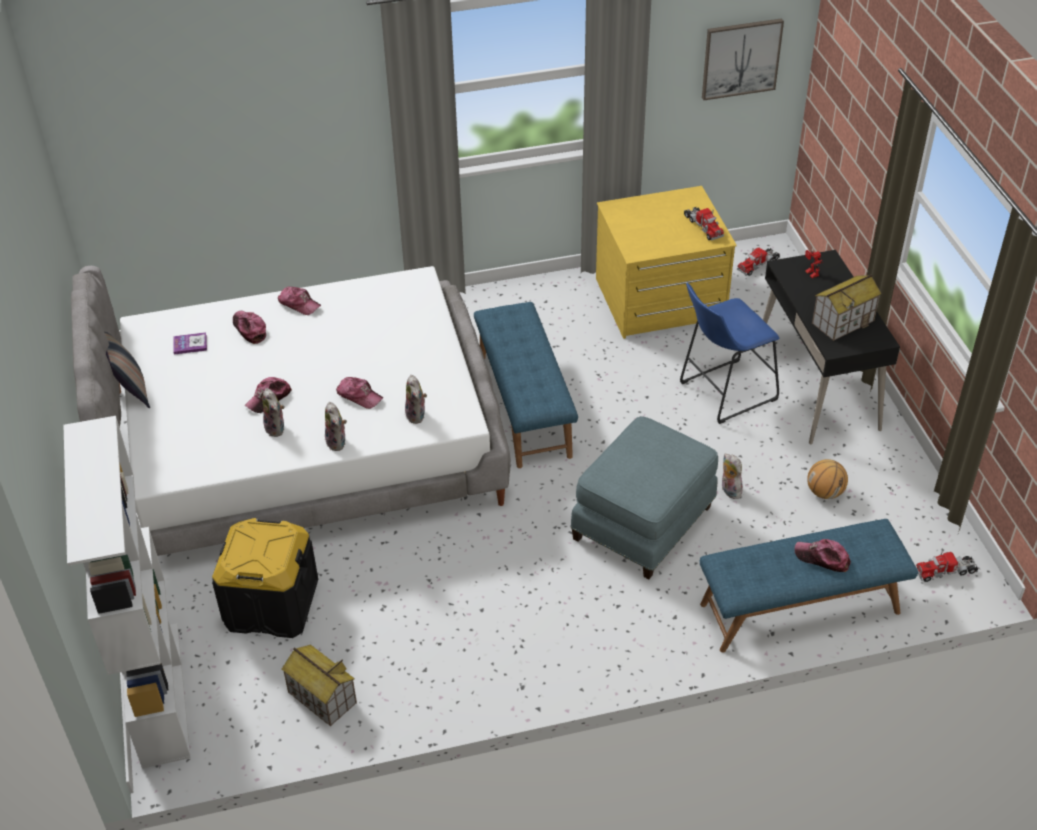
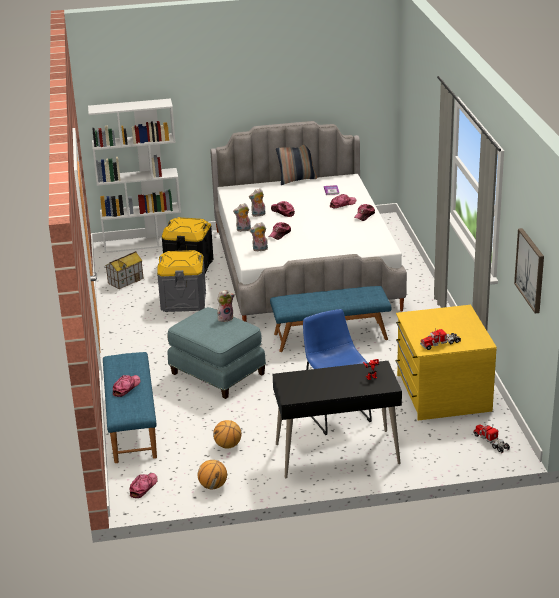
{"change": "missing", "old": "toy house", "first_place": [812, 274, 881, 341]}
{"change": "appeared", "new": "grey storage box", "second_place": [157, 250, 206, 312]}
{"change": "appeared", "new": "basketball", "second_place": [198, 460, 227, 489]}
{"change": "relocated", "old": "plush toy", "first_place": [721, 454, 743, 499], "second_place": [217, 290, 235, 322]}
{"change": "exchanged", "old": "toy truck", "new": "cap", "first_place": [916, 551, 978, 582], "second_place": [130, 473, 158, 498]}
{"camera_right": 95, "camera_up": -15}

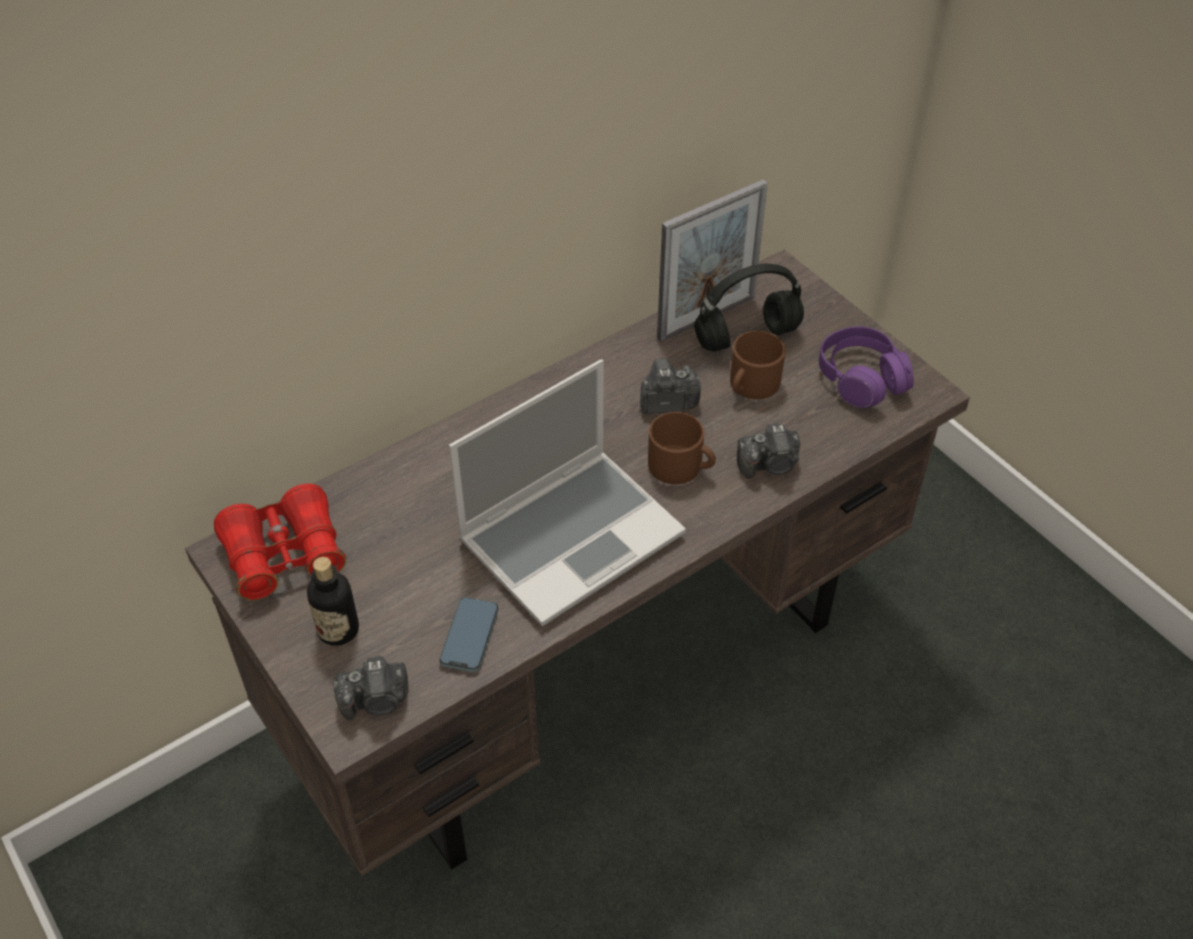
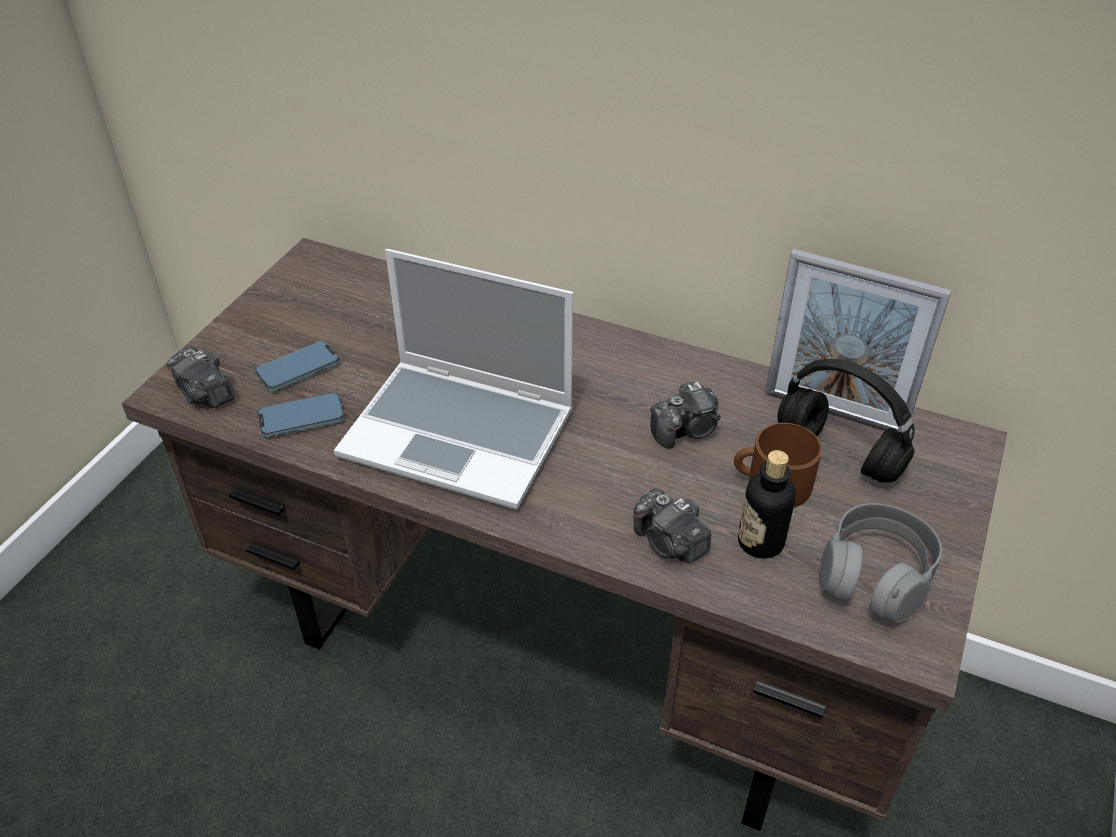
{"change": "missing", "old": "red binoculars", "first_place": [214, 484, 346, 601]}
{"change": "missing", "old": "brown mug", "first_place": [648, 412, 716, 485]}
{"change": "appeared", "new": "phone", "second_place": [255, 341, 340, 392]}
{"change": "relocated", "old": "bottle", "first_place": [307, 557, 359, 646], "second_place": [738, 450, 796, 559]}
{"change": "colour", "old": "purple headphones", "new": "grey headphones", "first_place": [819, 326, 914, 408], "second_place": [819, 503, 942, 623]}
{"change": "spun", "old": "photo camera", "first_place": [640, 358, 701, 414], "second_place": [651, 382, 720, 449], "degrees": 105}
{"camera_right": 60, "camera_up": -5}

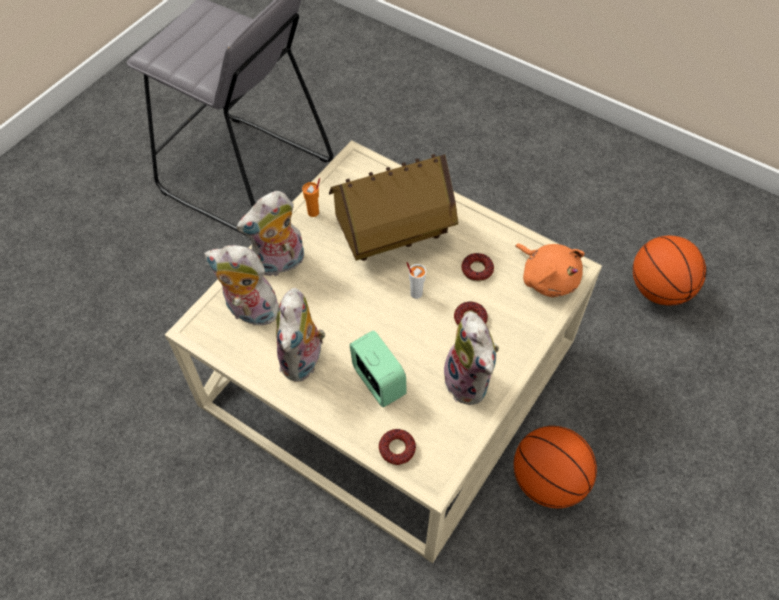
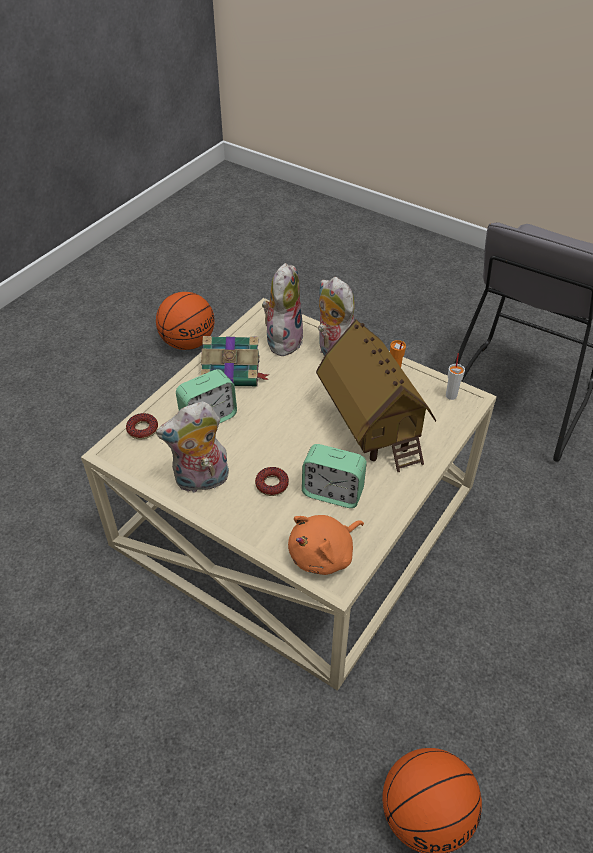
{"change": "relocated", "old": "white cup", "first_place": [406, 262, 426, 299], "second_place": [446, 353, 465, 400]}
{"change": "relocated", "old": "basketball", "first_place": [514, 426, 597, 508], "second_place": [156, 292, 215, 350]}
{"change": "exchanged", "old": "plush toy", "new": "book", "first_place": [276, 288, 325, 382], "second_place": [201, 336, 269, 386]}
{"change": "exchanged", "old": "donut", "new": "alarm clock", "first_place": [462, 253, 494, 282], "second_place": [302, 444, 367, 508]}
{"camera_right": 90, "camera_up": -10}

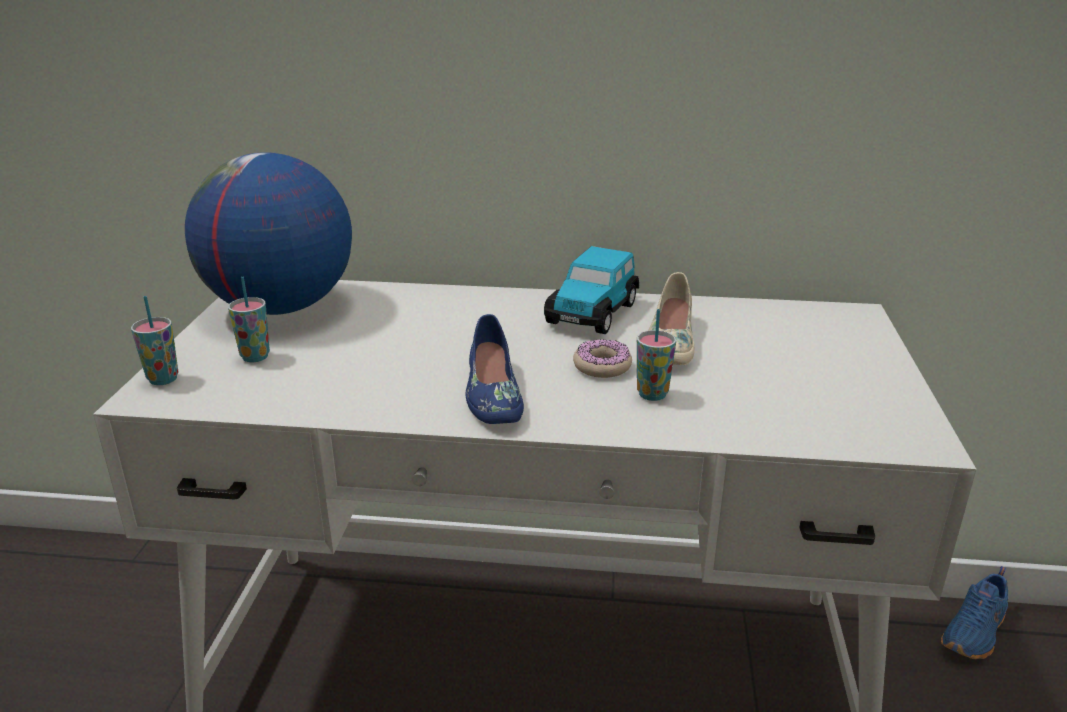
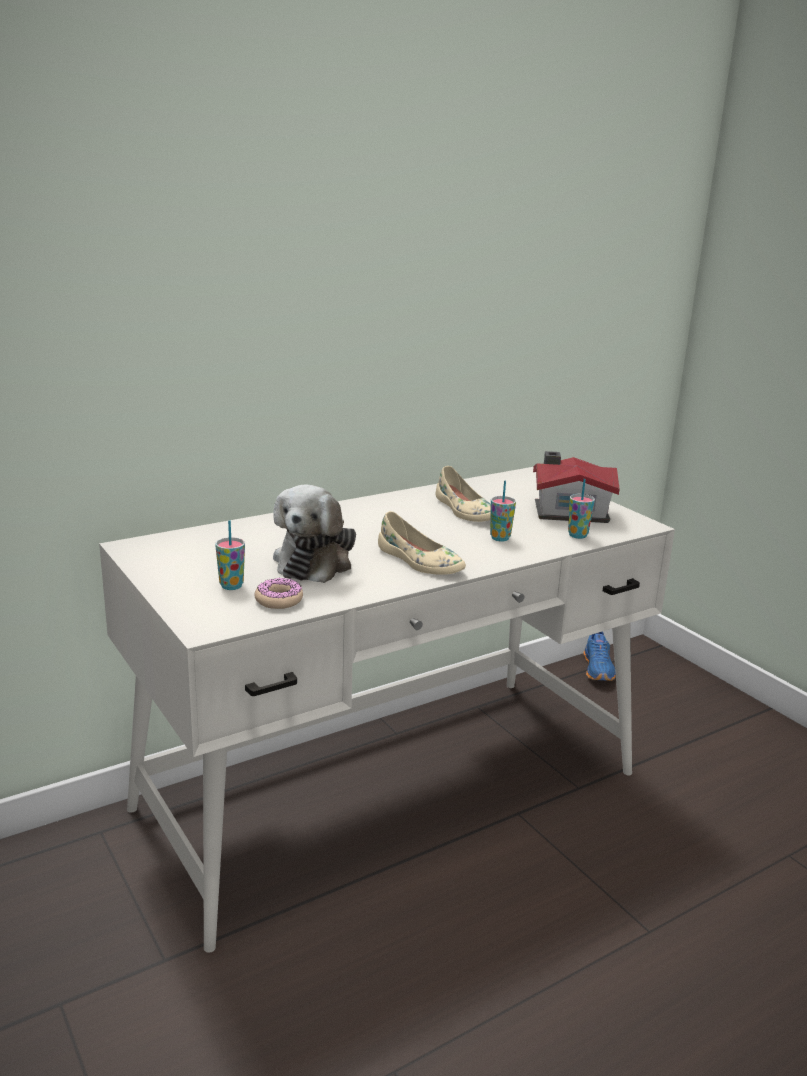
{"change": "missing", "old": "globe", "first_place": [185, 152, 352, 315]}
{"change": "missing", "old": "toy car", "first_place": [544, 246, 639, 334]}
{"change": "appeared", "new": "plush toy", "second_place": [273, 484, 356, 583]}
{"change": "appeared", "new": "toy house", "second_place": [533, 451, 620, 523]}
{"change": "relocated", "old": "cup", "first_place": [131, 296, 178, 385], "second_place": [568, 479, 595, 539]}
{"change": "relocated", "old": "donut", "first_place": [573, 339, 632, 378], "second_place": [254, 577, 303, 609]}
{"change": "colour", "old": "blue shoe", "new": "beige shoe", "first_place": [466, 314, 524, 424], "second_place": [378, 511, 466, 575]}
{"camera_right": -40, "camera_up": -5}

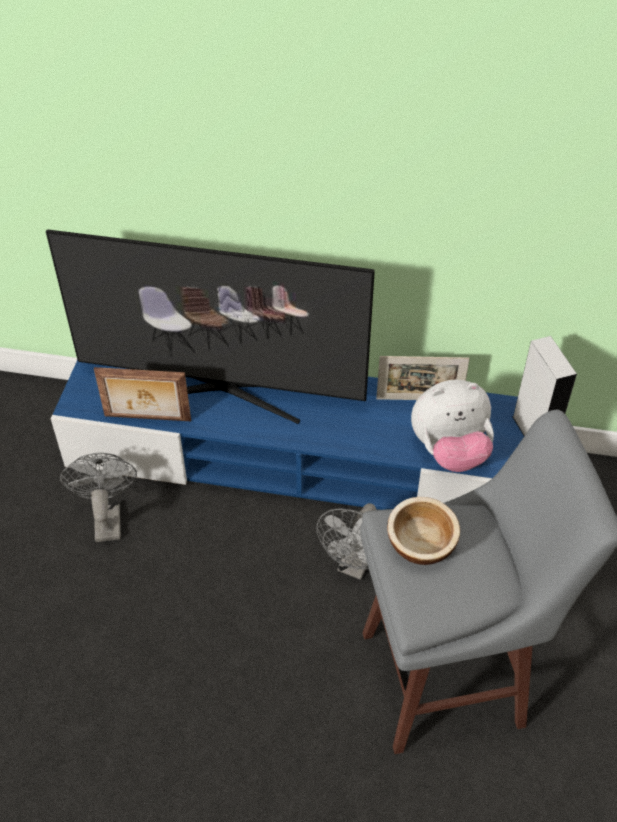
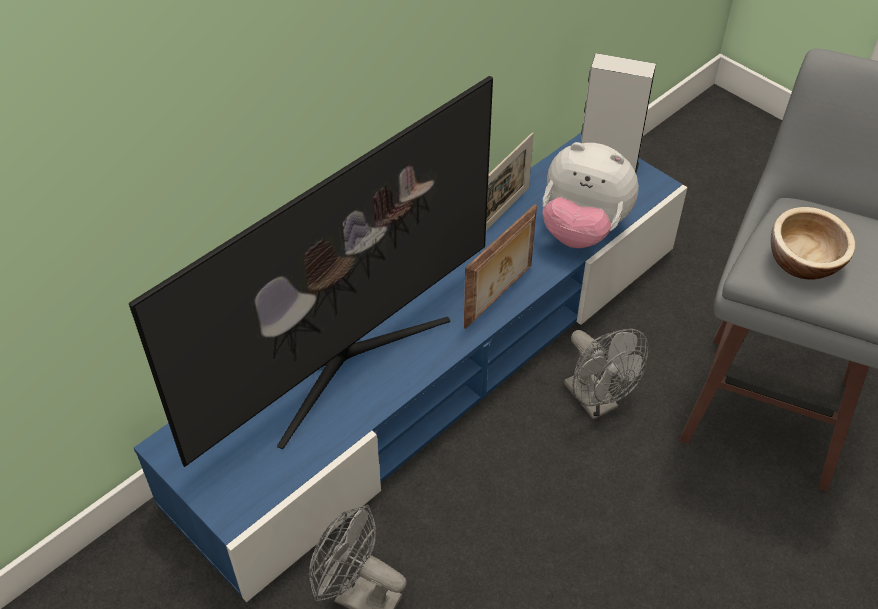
{"change": "relocated", "old": "picture frame", "first_place": [94, 367, 191, 421], "second_place": [464, 204, 537, 329]}
{"change": "spun", "old": "plush toy", "first_place": [411, 380, 494, 472], "second_place": [542, 142, 639, 248], "degrees": 90}
{"camera_right": -55, "camera_up": 0}

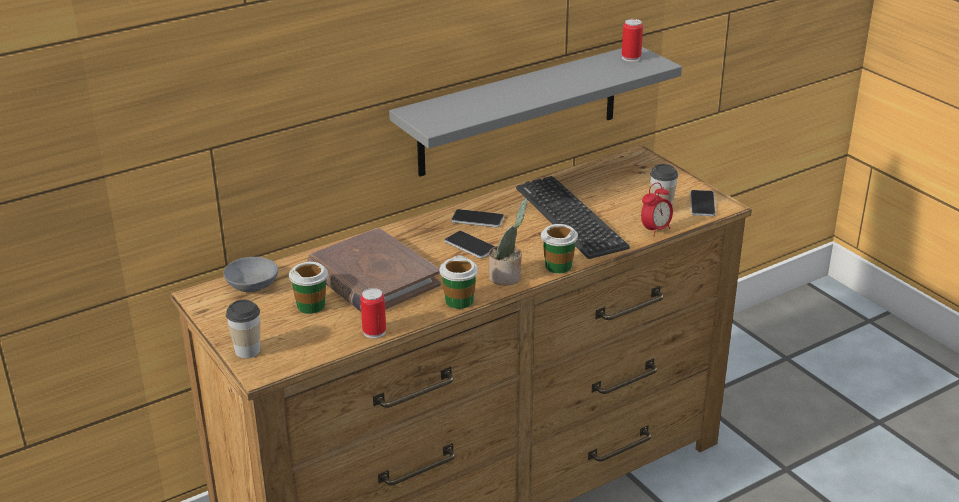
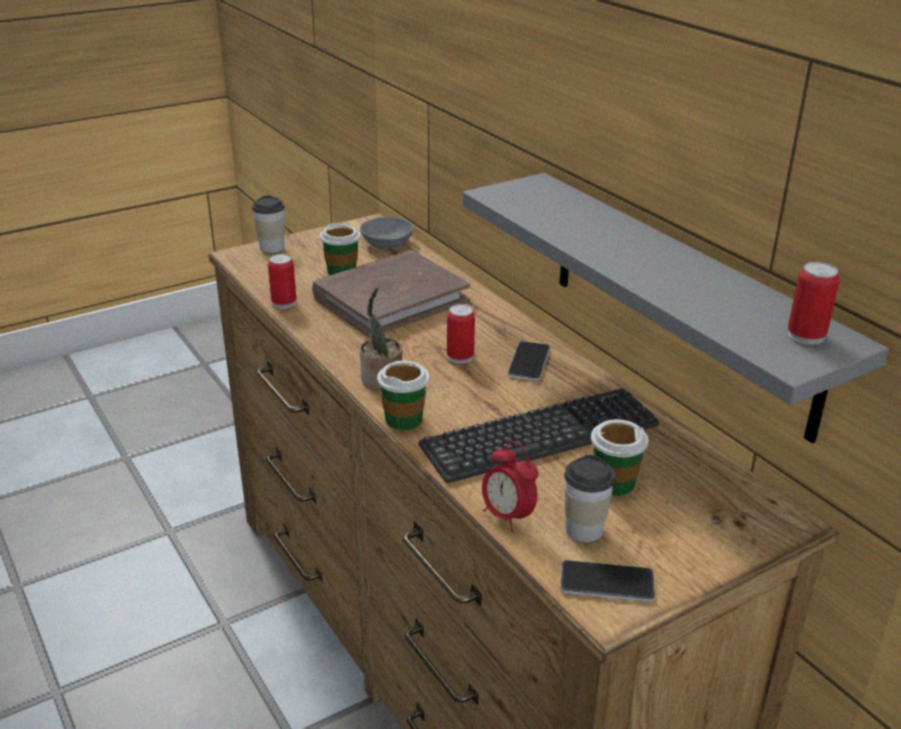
{"change": "relocated", "old": "cup", "first_place": [439, 255, 478, 309], "second_place": [591, 419, 649, 496]}
{"change": "exchanged", "old": "phone", "new": "can", "first_place": [444, 231, 495, 259], "second_place": [447, 304, 475, 364]}
{"camera_right": 90, "camera_up": 0}

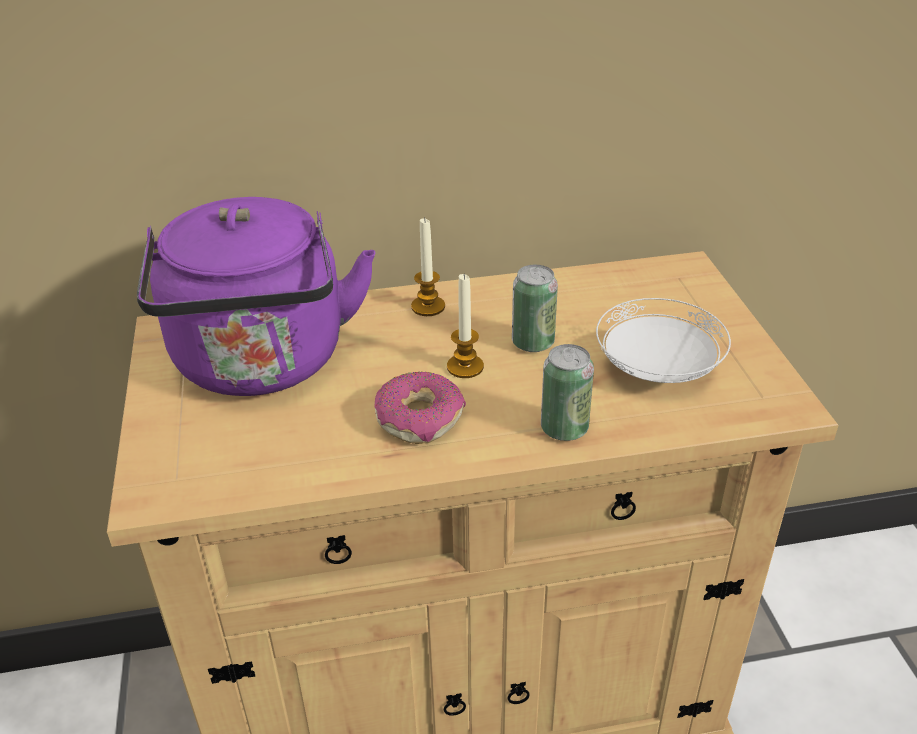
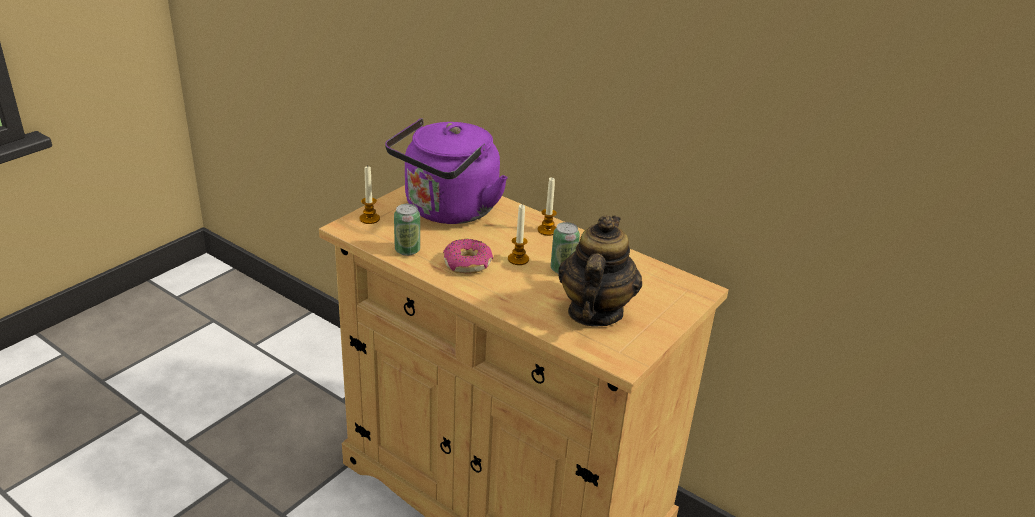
{"change": "appeared", "new": "candle", "second_place": [359, 165, 380, 224]}
{"change": "relocated", "old": "can", "first_place": [541, 344, 594, 441], "second_place": [394, 204, 420, 256]}
{"change": "exchanged", "old": "white plate", "new": "teapot", "first_place": [596, 298, 731, 383], "second_place": [558, 215, 642, 327]}
{"camera_right": 45, "camera_up": -5}

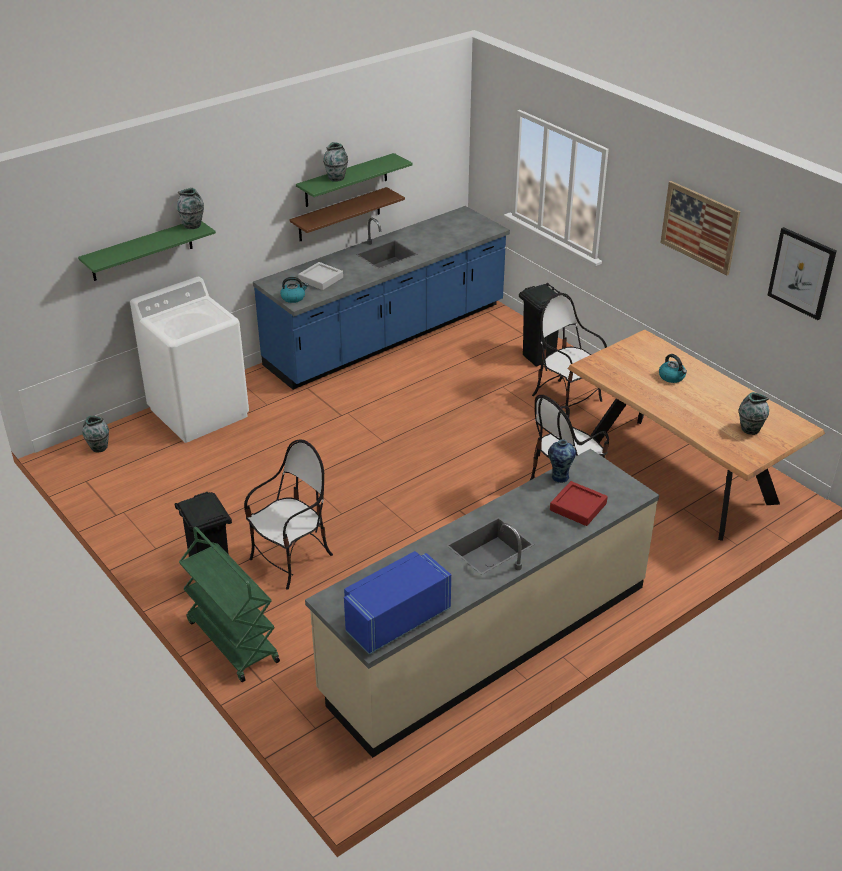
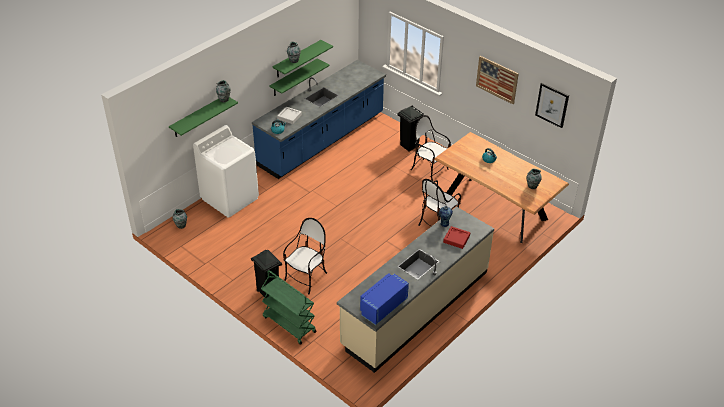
{"change": "colour", "old": "brown shelf", "new": "green shelf", "first_place": [289, 187, 405, 241], "second_place": [269, 58, 330, 96]}
{"camera_right": -10, "camera_up": 5}

